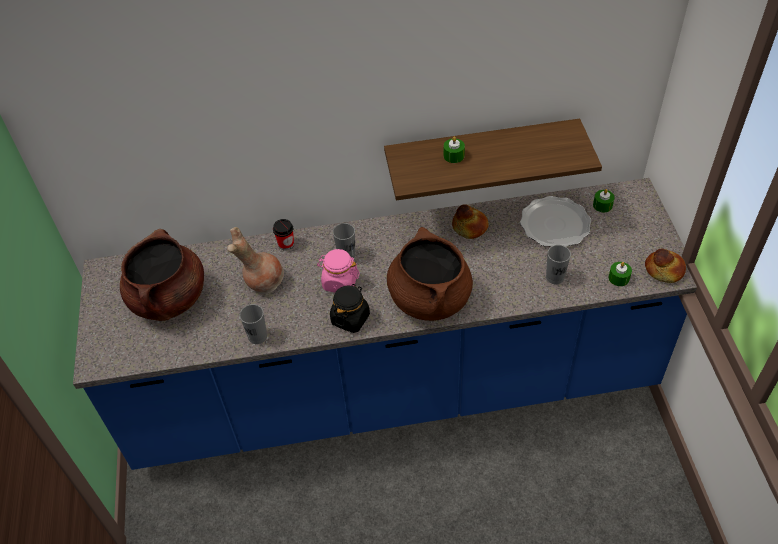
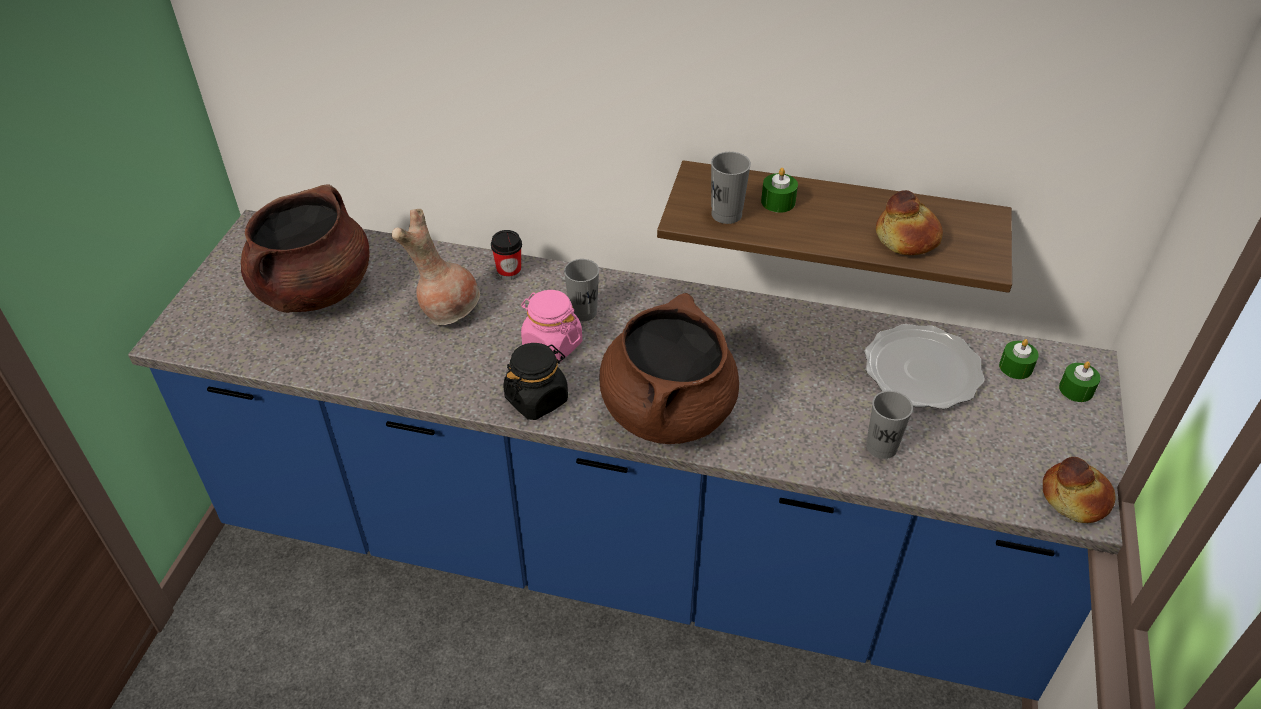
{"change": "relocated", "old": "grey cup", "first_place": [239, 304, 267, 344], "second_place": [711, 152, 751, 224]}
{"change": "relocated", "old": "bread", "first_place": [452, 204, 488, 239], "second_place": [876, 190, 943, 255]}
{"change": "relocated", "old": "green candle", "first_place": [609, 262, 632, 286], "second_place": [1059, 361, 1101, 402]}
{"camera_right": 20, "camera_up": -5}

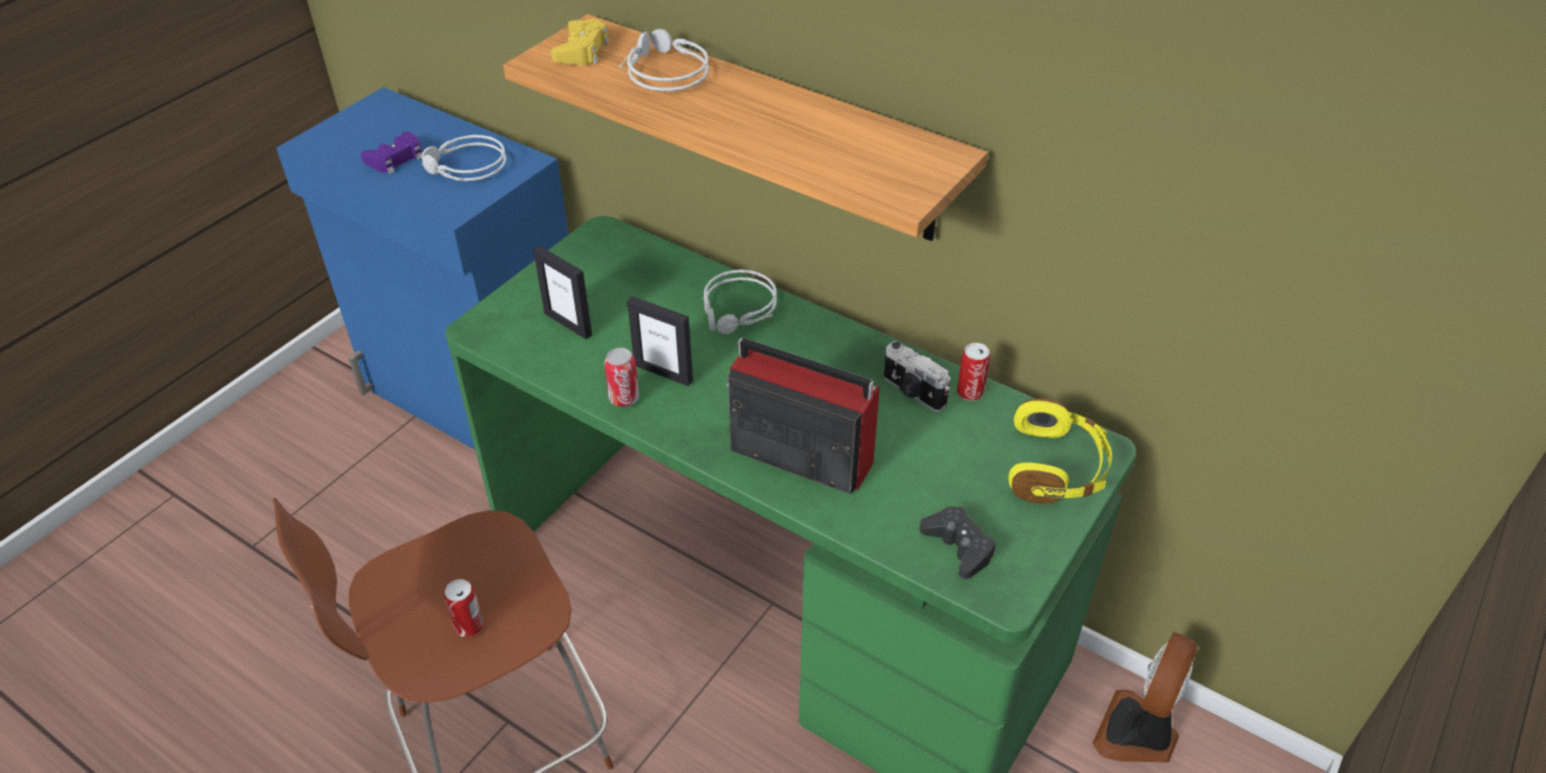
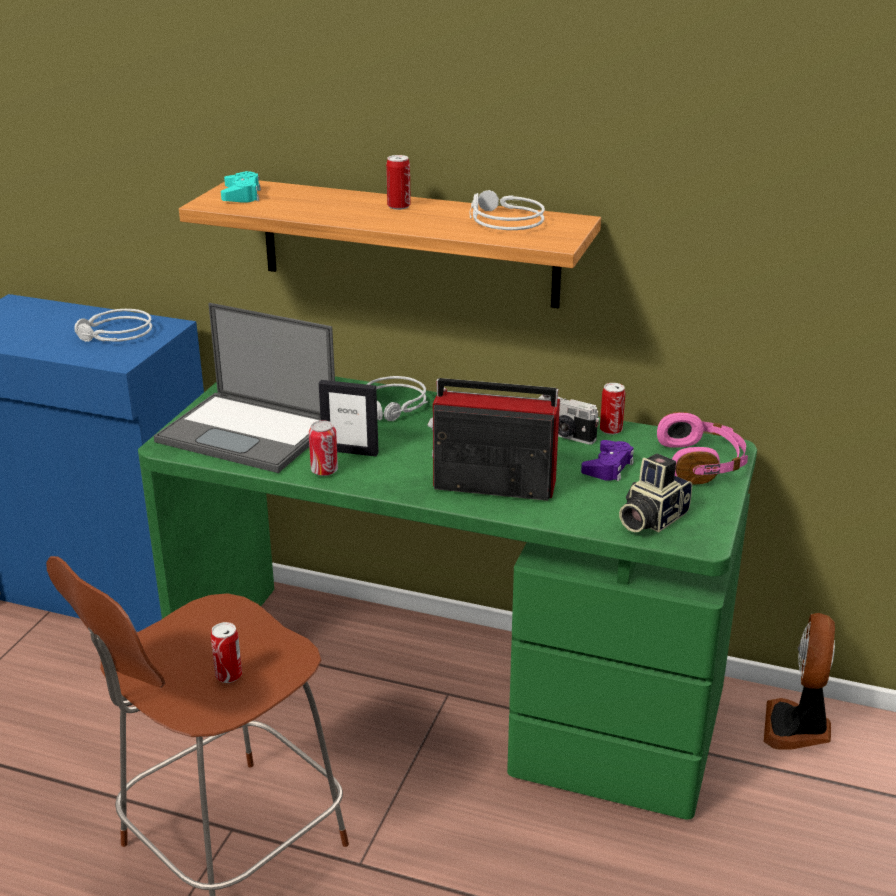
{"change": "appeared", "new": "can", "second_place": [386, 155, 411, 210]}
{"change": "relocated", "old": "purple game controller", "first_place": [361, 132, 422, 174], "second_place": [581, 440, 634, 481]}
{"change": "relocated", "old": "grey headphones", "first_place": [620, 29, 709, 91], "second_place": [470, 190, 545, 230]}
{"change": "exchanged", "old": "picture frame", "new": "laptop", "first_place": [533, 246, 592, 339], "second_place": [154, 303, 335, 473]}
{"change": "exchanged", "old": "black game controller", "new": "photo camera", "first_place": [919, 506, 996, 579], "second_place": [619, 454, 692, 532]}
{"change": "colour", "old": "yellow game controller", "new": "turquoise game controller", "first_place": [551, 19, 609, 66], "second_place": [221, 171, 261, 203]}
{"change": "colour", "old": "yellow headphones", "new": "pink headphones", "first_place": [1008, 398, 1112, 504], "second_place": [657, 412, 748, 485]}
{"camera_right": -15, "camera_up": -15}

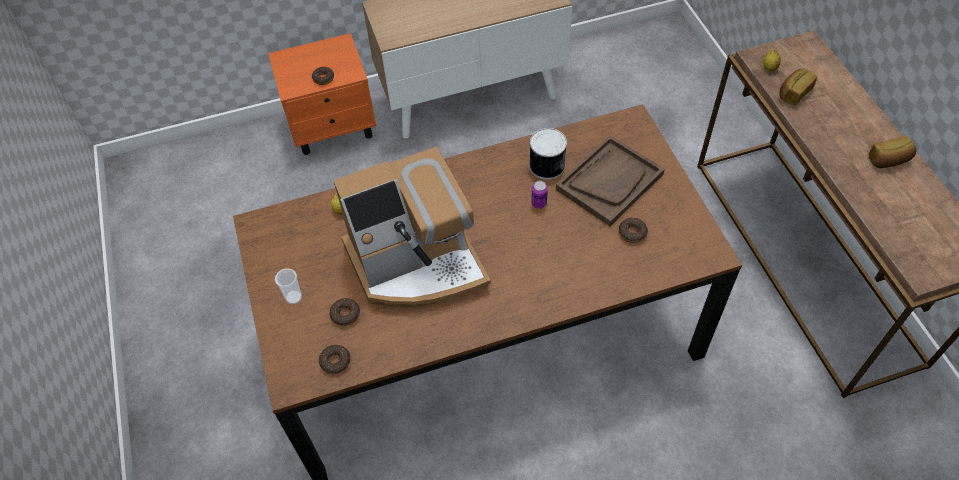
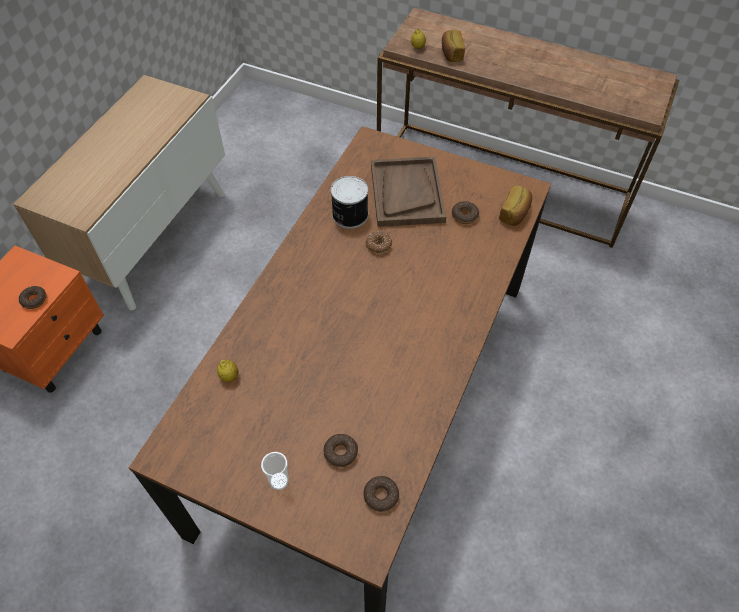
{"change": "missing", "old": "coffee machine", "first_place": [333, 147, 491, 308]}
{"change": "relocated", "old": "bread", "first_place": [868, 136, 916, 168], "second_place": [499, 186, 532, 226]}
{"change": "exchanged", "old": "can", "new": "donut", "first_place": [531, 180, 548, 209], "second_place": [366, 231, 392, 254]}
{"camera_right": -50, "camera_up": 0}

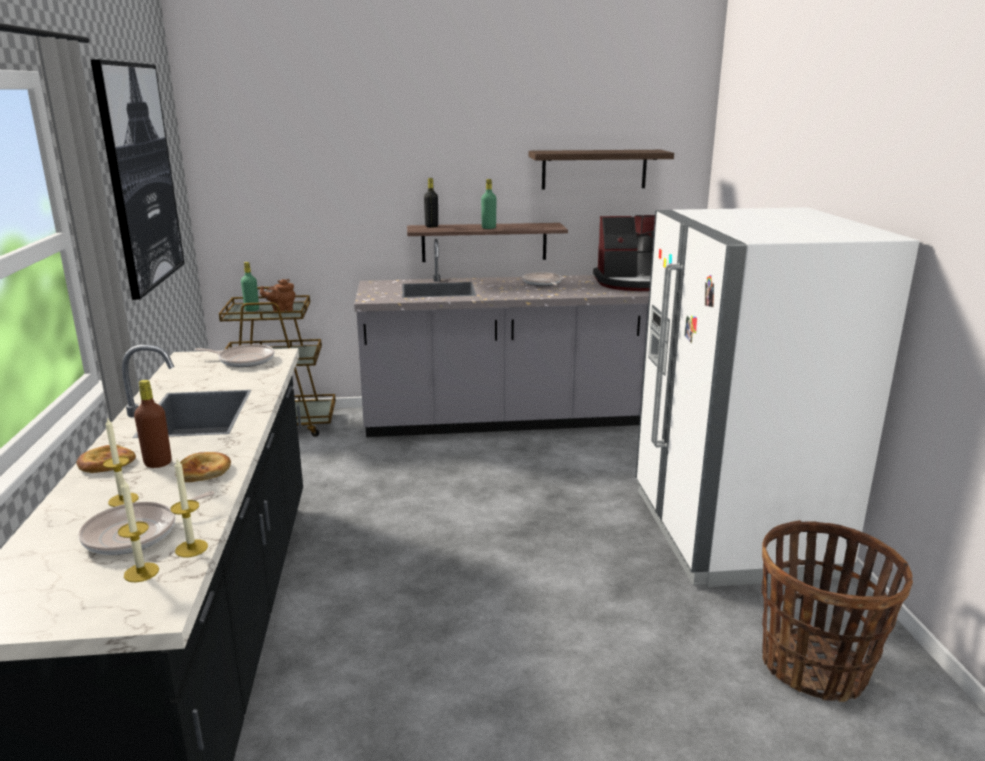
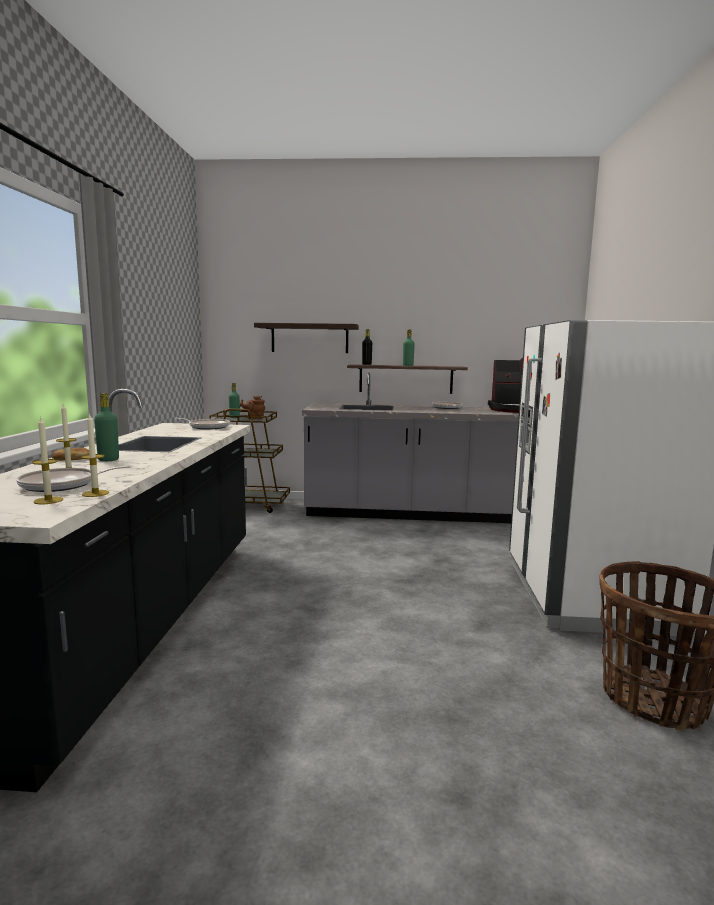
{"change": "missing", "old": "picture", "first_place": [90, 59, 185, 300]}
{"change": "missing", "old": "bread", "first_place": [180, 452, 231, 482]}
{"change": "relocated", "old": "shelf", "first_place": [529, 150, 674, 190], "second_place": [254, 323, 359, 353]}
{"change": "colour", "old": "brown bottle", "new": "green bottle", "first_place": [134, 380, 172, 468], "second_place": [94, 393, 119, 461]}
{"camera_right": 10, "camera_up": -10}

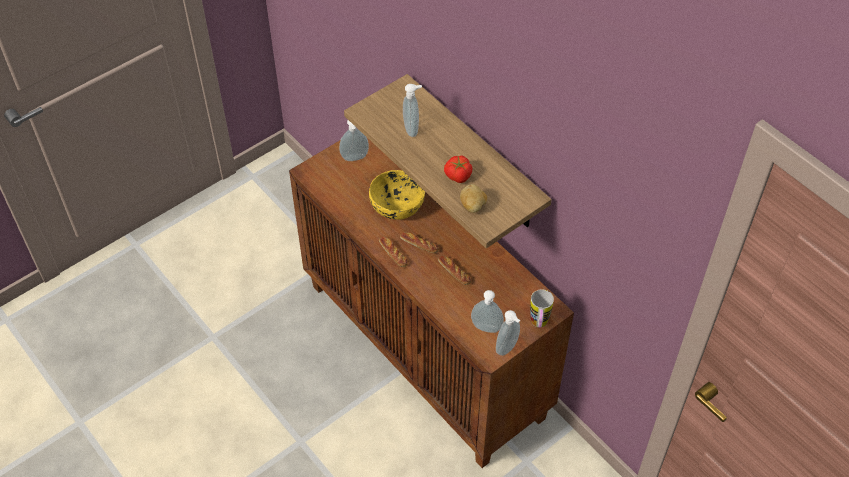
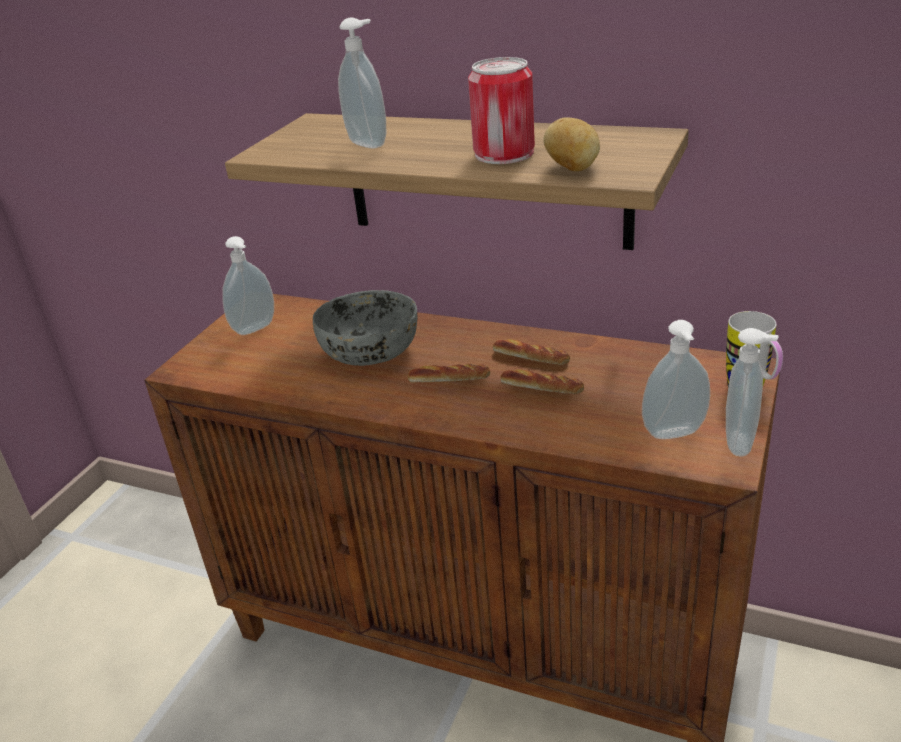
{"change": "relocated", "old": "bread", "first_place": [379, 236, 408, 267], "second_place": [493, 339, 570, 365]}
{"change": "exchanged", "old": "tomato", "new": "can", "first_place": [444, 156, 472, 183], "second_place": [468, 57, 535, 164]}
{"change": "colour", "old": "yellow bowl", "new": "grey bowl", "first_place": [369, 170, 425, 220], "second_place": [313, 290, 417, 366]}
{"camera_right": -25, "camera_up": -20}

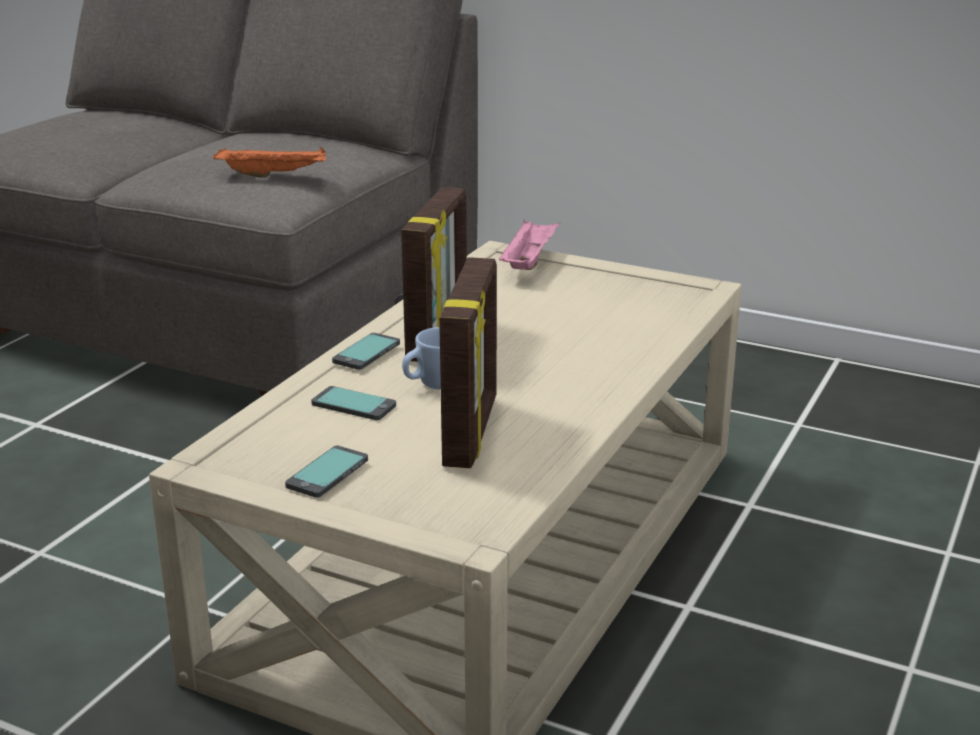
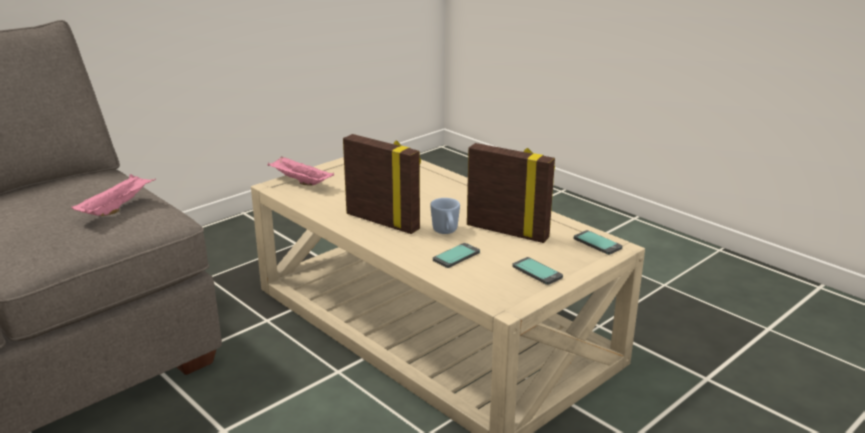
{"change": "relocated", "old": "phone", "first_place": [332, 333, 400, 370], "second_place": [574, 230, 622, 255]}
{"change": "colour", "old": "orange tray", "new": "pink tray", "first_place": [213, 147, 326, 178], "second_place": [71, 174, 156, 216]}
{"camera_right": -70, "camera_up": 0}

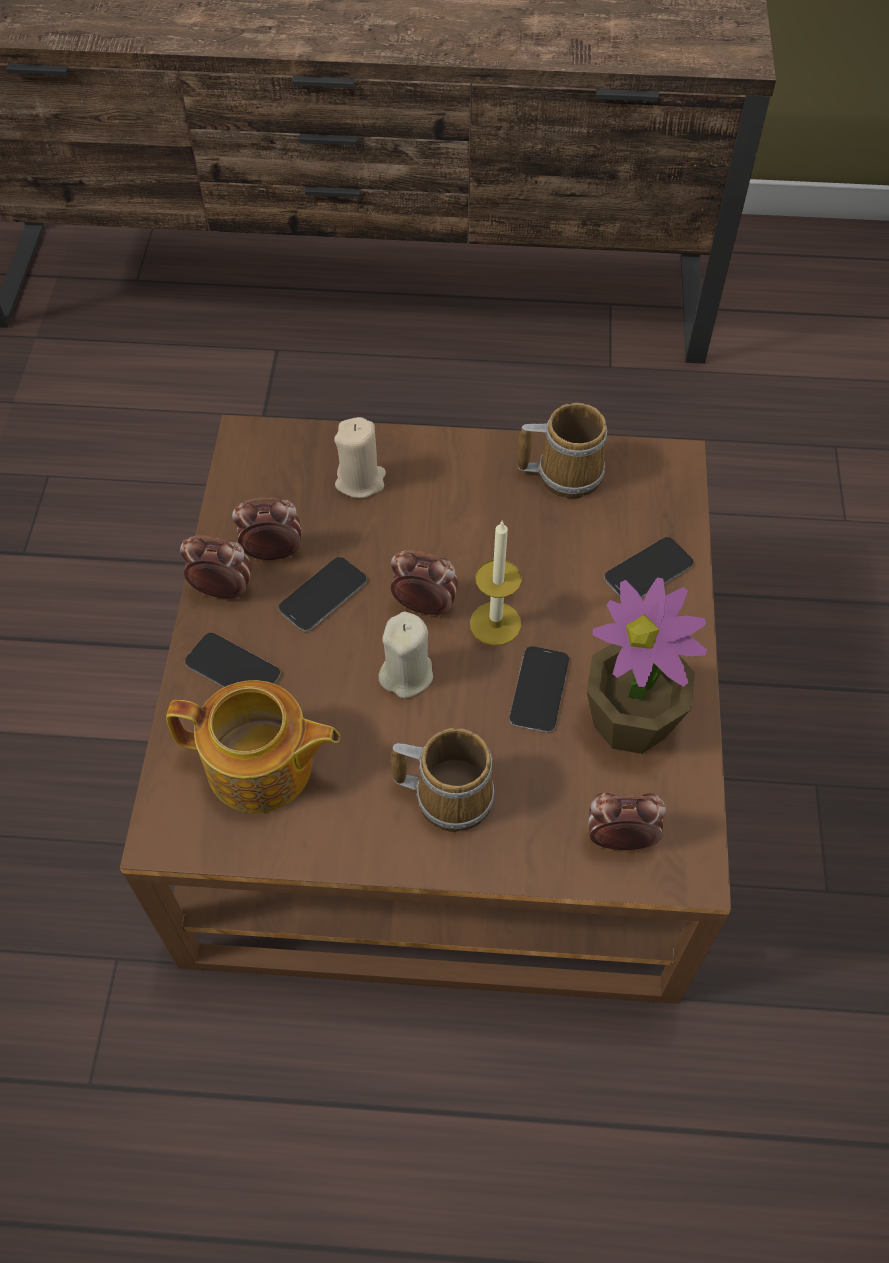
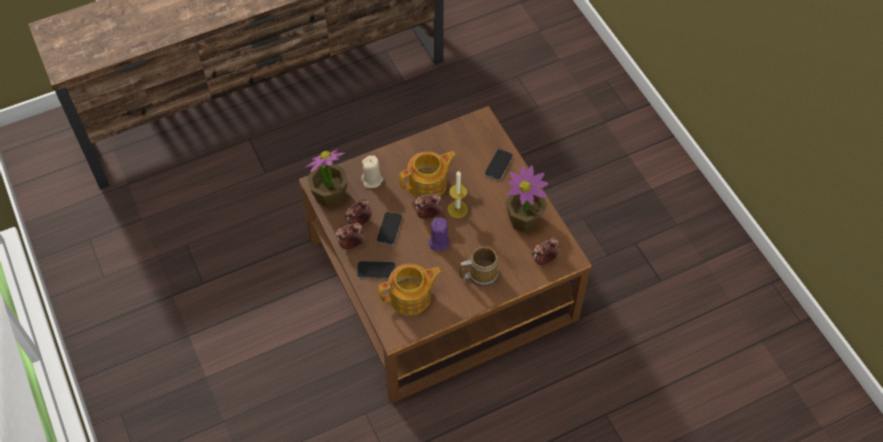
{"change": "missing", "old": "phone", "first_place": [509, 646, 569, 732]}
{"change": "missing", "old": "mug", "first_place": [518, 403, 608, 499]}
{"change": "appeared", "new": "potted plant", "second_place": [305, 149, 348, 208]}
{"change": "appeared", "new": "teapot", "second_place": [399, 151, 457, 198]}
{"change": "colour", "old": "beige candle", "new": "purple candle", "first_place": [379, 612, 433, 699], "second_place": [429, 218, 450, 251]}
{"camera_right": -30, "camera_up": 0}

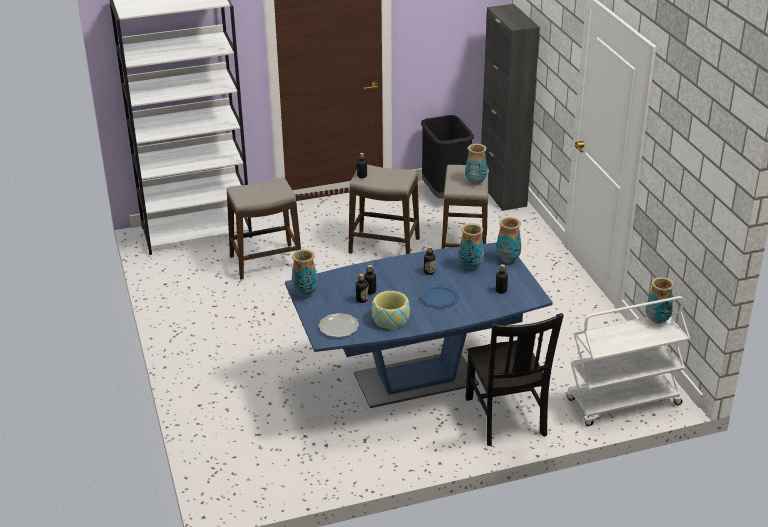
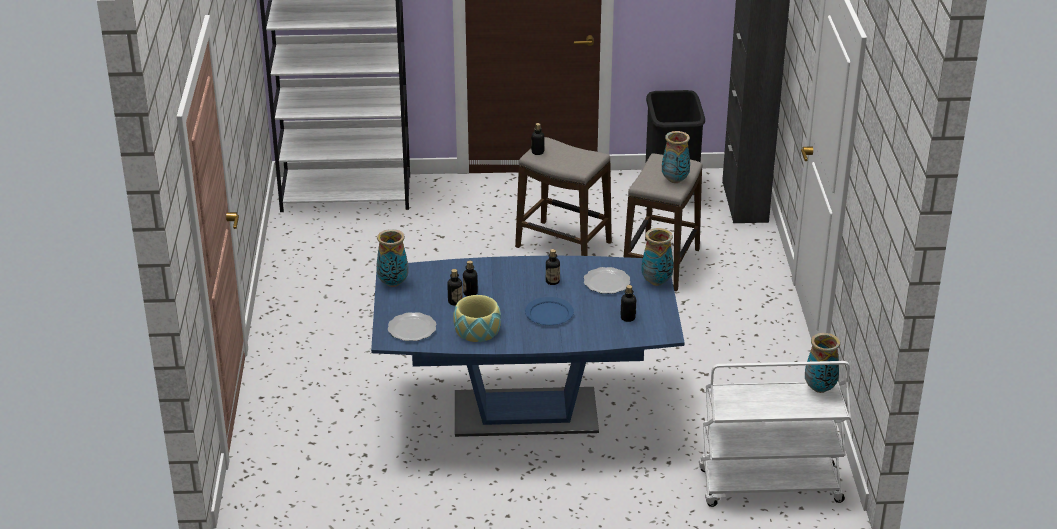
{"change": "missing", "old": "stool", "first_place": [227, 177, 301, 280]}
{"change": "missing", "old": "black chair", "first_place": [465, 313, 564, 446]}
{"change": "exchanged", "old": "vase", "new": "plate", "first_place": [459, 223, 484, 269], "second_place": [584, 267, 630, 294]}
{"camera_right": 15, "camera_up": 0}

